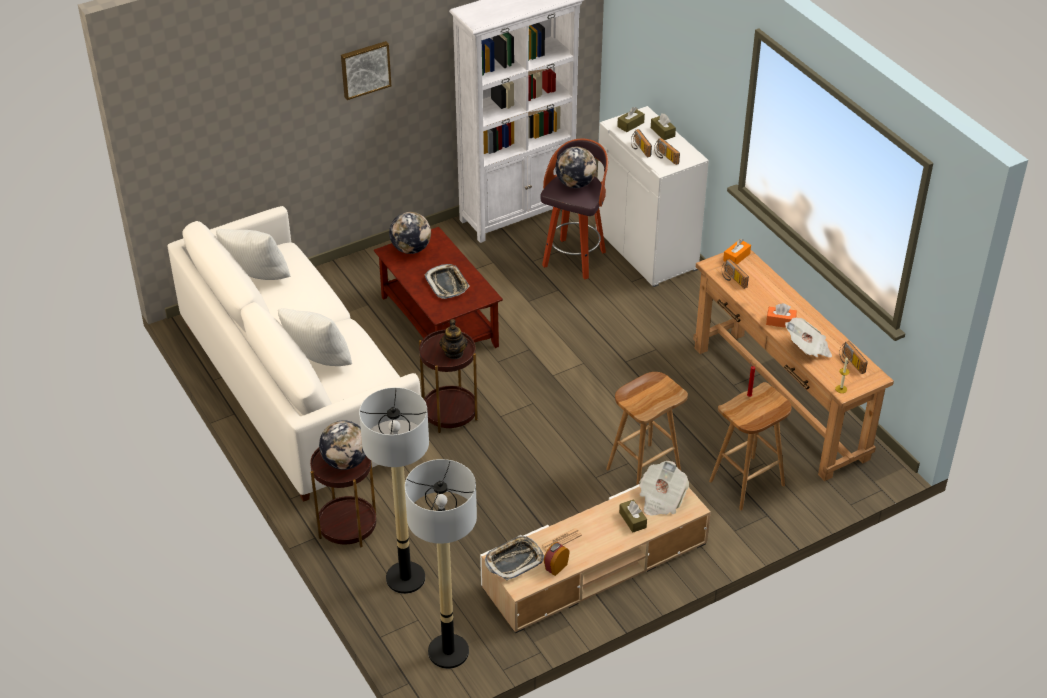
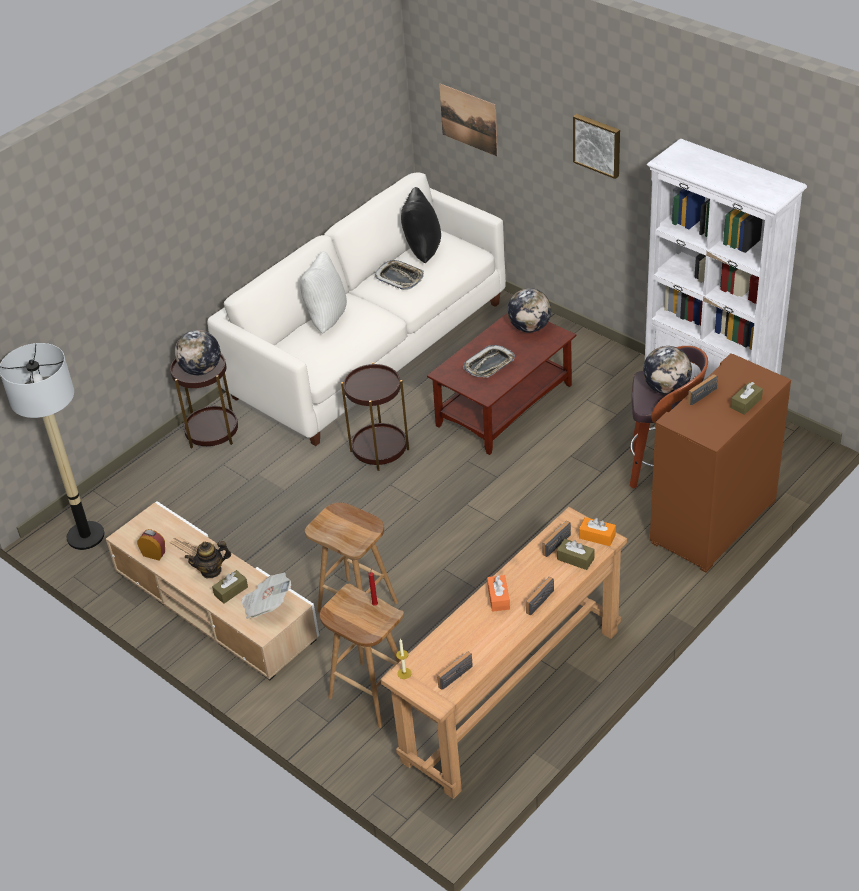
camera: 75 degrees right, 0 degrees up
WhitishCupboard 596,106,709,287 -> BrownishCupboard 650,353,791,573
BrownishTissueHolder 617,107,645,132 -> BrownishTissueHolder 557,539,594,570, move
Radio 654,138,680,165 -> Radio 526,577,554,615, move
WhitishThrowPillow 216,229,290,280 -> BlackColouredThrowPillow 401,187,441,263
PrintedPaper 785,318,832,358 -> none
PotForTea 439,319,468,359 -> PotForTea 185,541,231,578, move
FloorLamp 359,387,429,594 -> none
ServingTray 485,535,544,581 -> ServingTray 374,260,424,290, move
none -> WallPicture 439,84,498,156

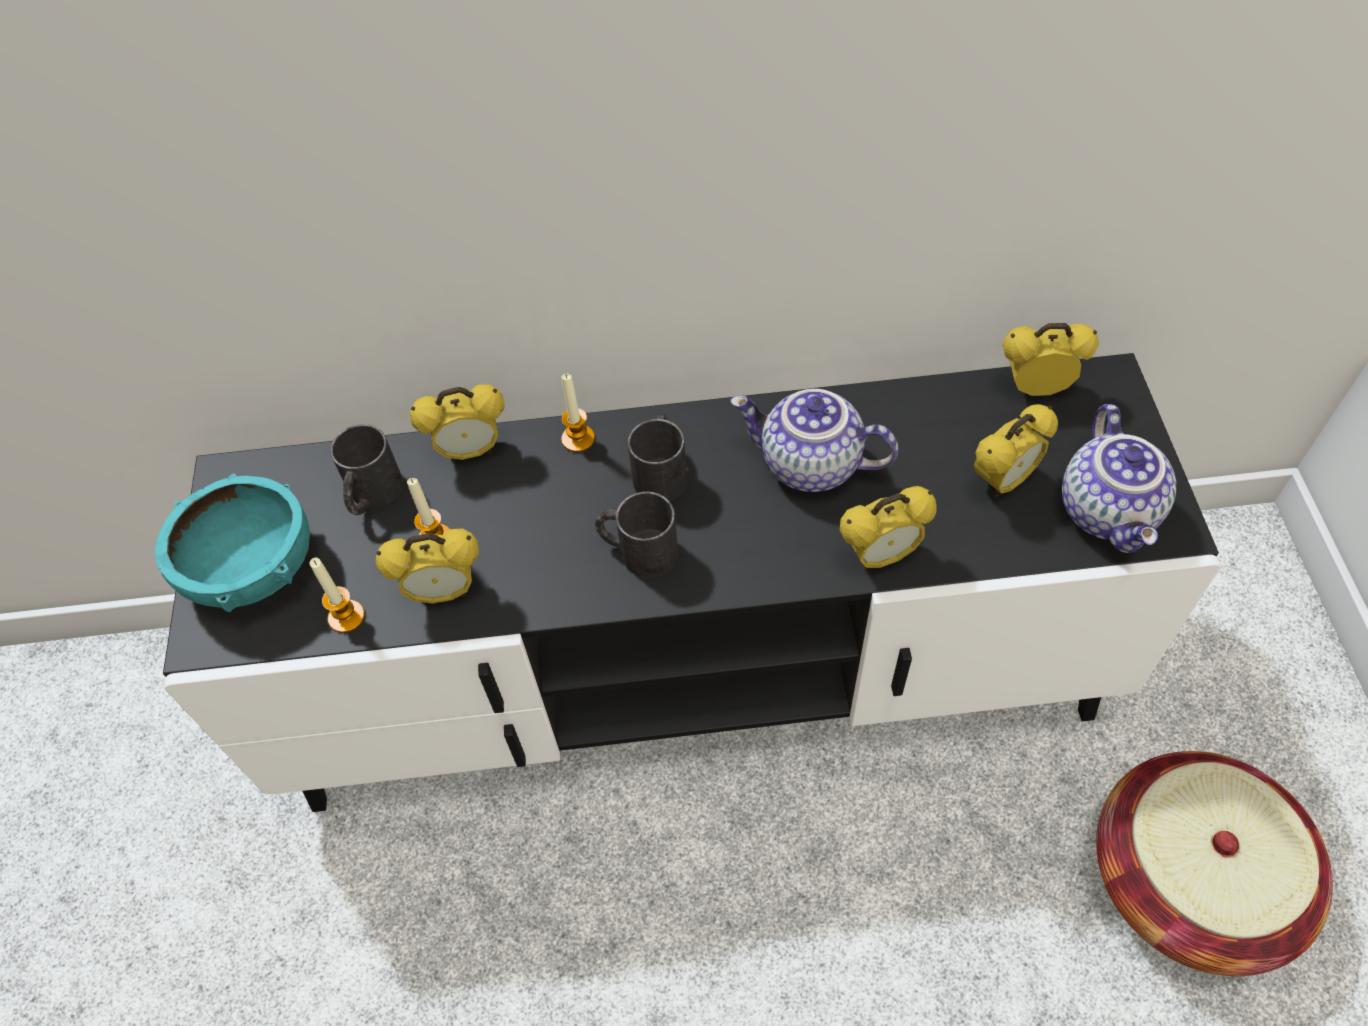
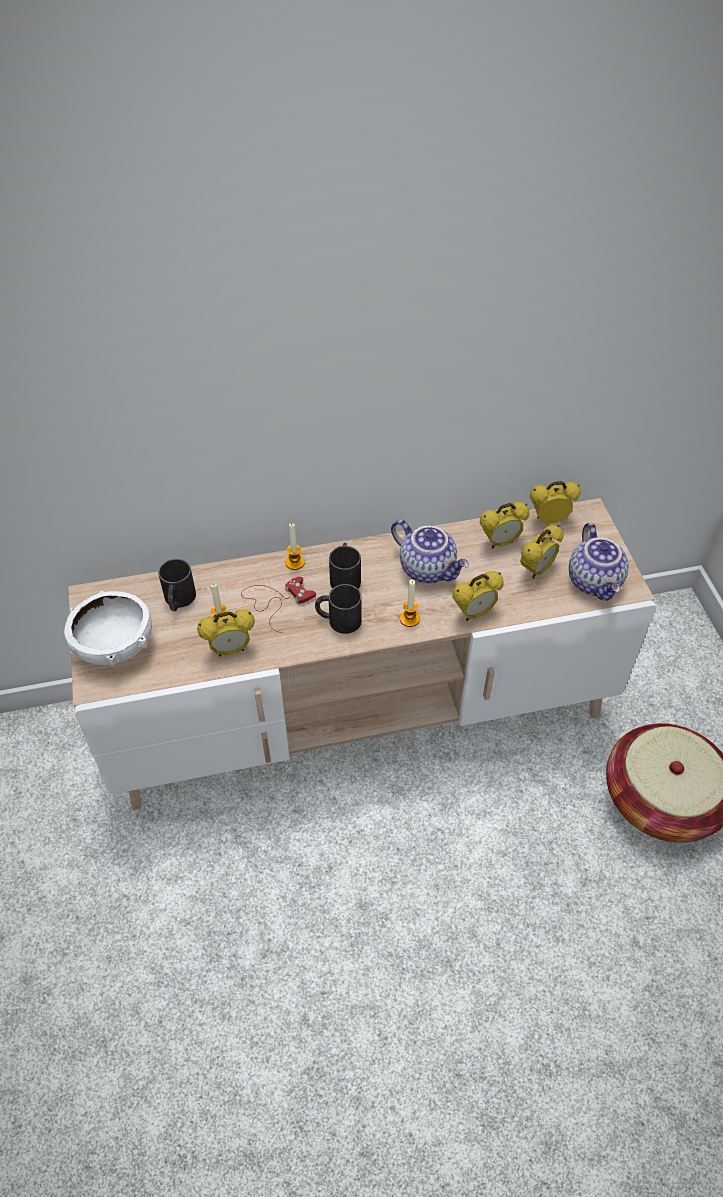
camera: 10 degrees left, 5 degrees down
BlackColouredMediaConsole 163,353,1220,812 -> SandColouredMediaConsole 68,498,656,810
BedsideClock 410,384,505,462 -> BedsideClock 480,502,529,549, move
PotForTea 730,389,899,492 -> PotForTea 391,520,469,583, 150 degrees counterclockwise
BlueGreenBowl 155,473,310,612 -> WhitishBowl 64,591,152,666
WaxLight 310,558,365,633 -> WaxLight 400,580,420,627, move
none -> RedGamepad 241,577,316,633

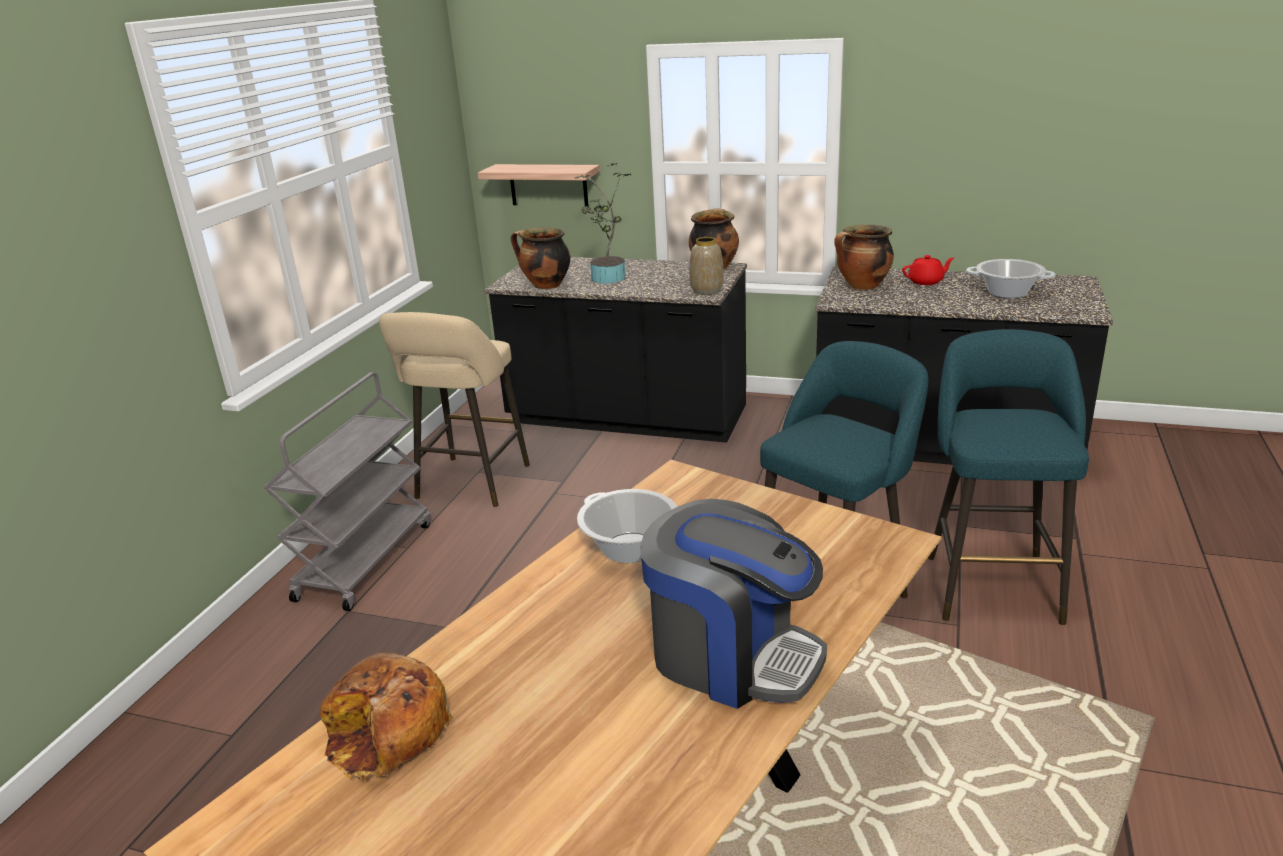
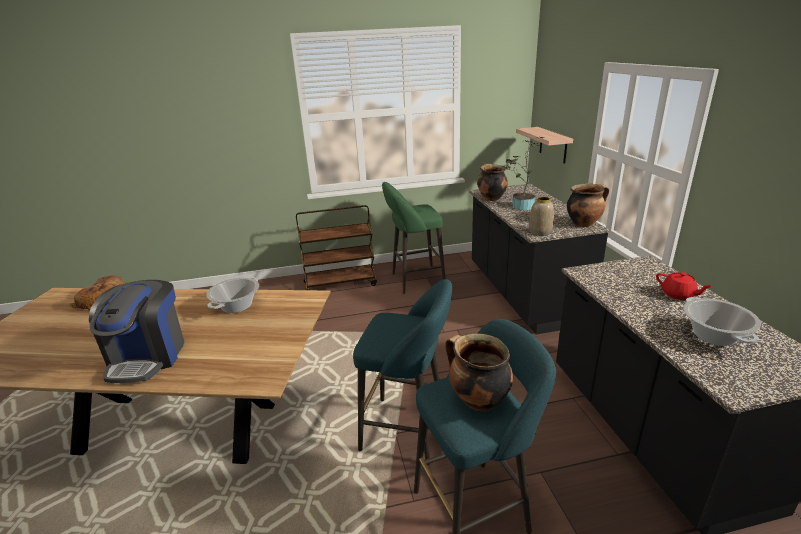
camera: 60 degrees right, 0 degrees up
Stockpot 834,225,894,290 -> Stockpot 445,334,513,411, move
SandColouredStoolSeat 379,312,530,507 -> GreenishStoolSeat 382,182,446,294
GreyTrolley 264,372,431,611 -> BrownishTrolley 296,205,377,290

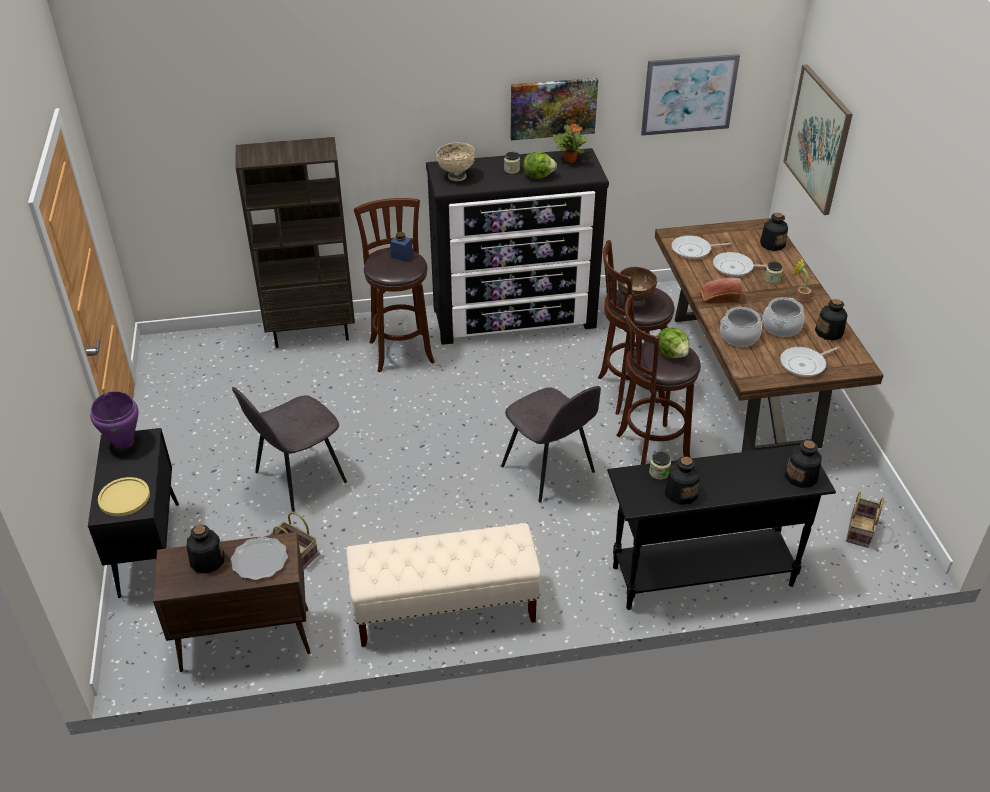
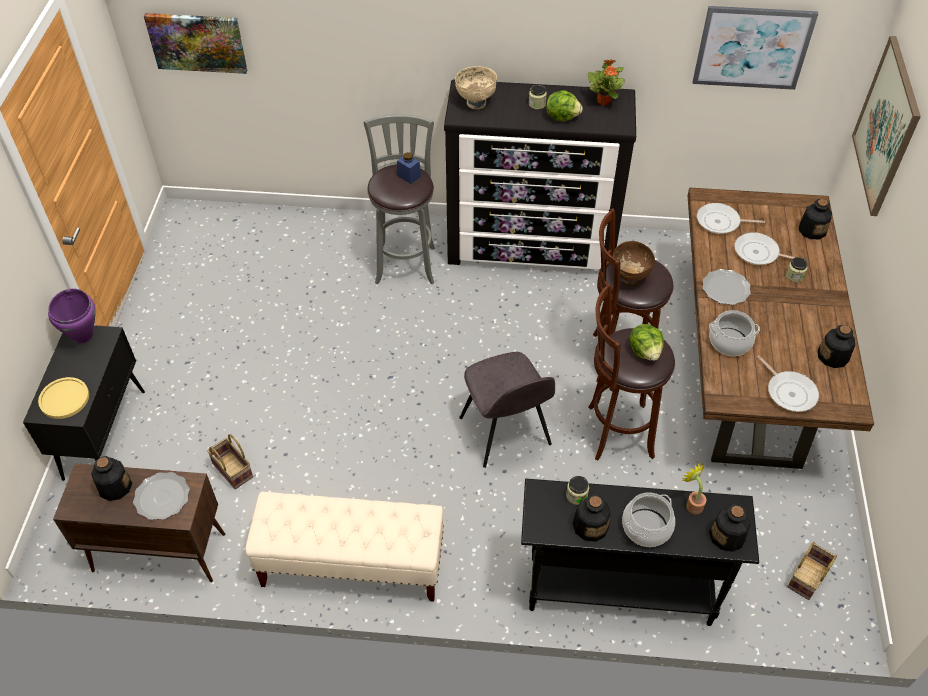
camera: 15 degrees right, 10 degrees up
WallPicture 511,78,598,140 -> WallPicture 144,13,247,74, move
BrownishBookshelf 235,137,355,348 -> none
BrownishStoolSeat 354,198,435,372 -> GreyStoolSeat 364,115,435,284
PlantInAPot 792,259,811,304 -> PlantInAPot 681,463,706,514, move
BakedBread 700,277,742,303 -> FlatDish 703,269,751,305
Stockpot 763,297,804,337 -> Stockpot 622,492,675,547, move
Skillet 780,346,839,377 -> Skillet 757,355,819,412, 105 degrees counterclockwise
GreyUprightChair 232,387,347,512 -> none

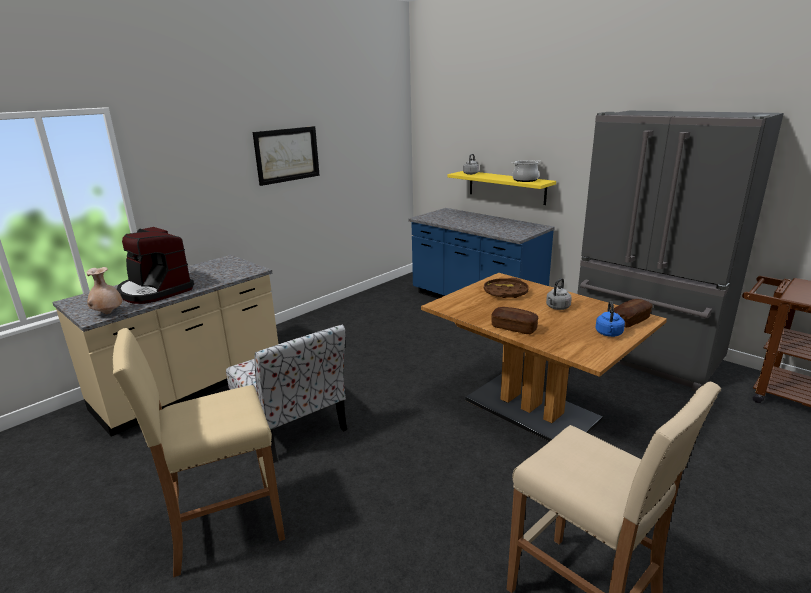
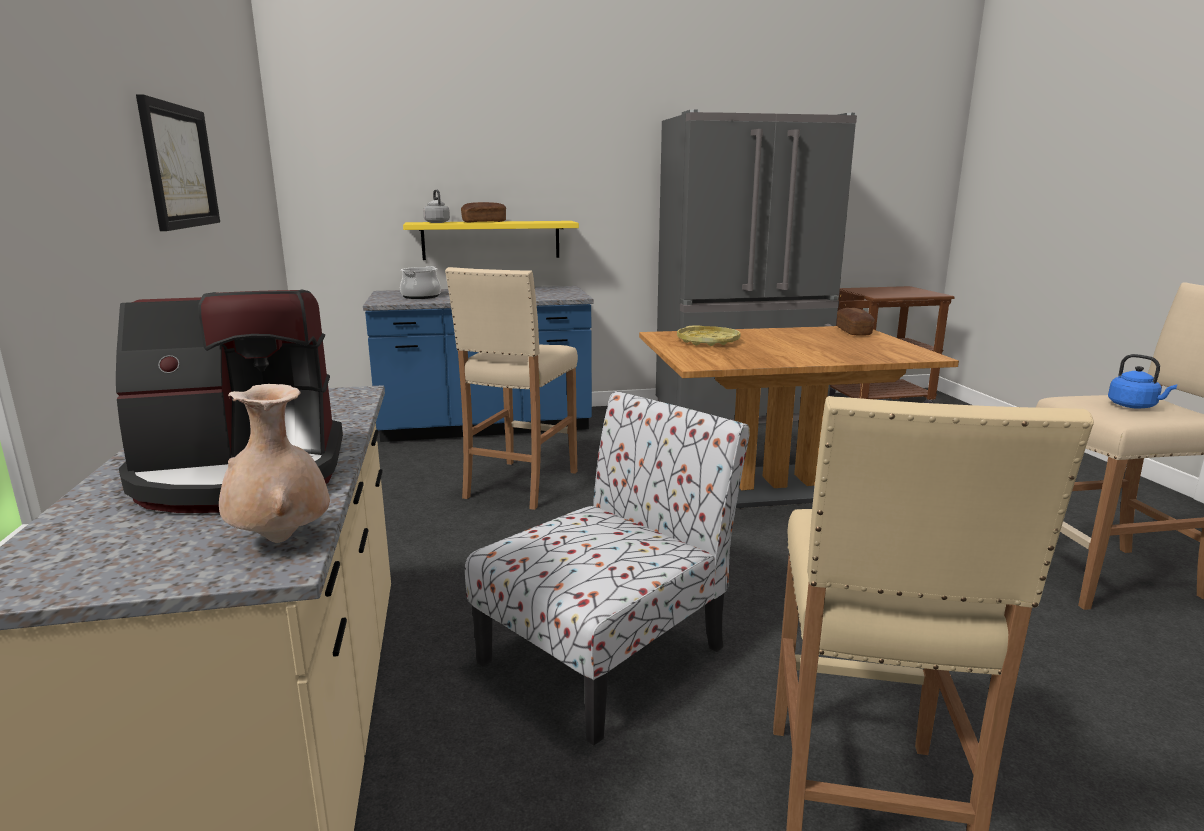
camera: 55 degrees left, 5 degrees down
Stockpot 512,160,541,182 -> Stockpot 400,266,441,299, move
BrownishServingTray 484,278,529,298 -> YellowishServingTray 677,325,741,346
GreyTeaKettle 546,278,572,310 -> none
BlueTeaKettle 595,301,625,337 -> BlueTeaKettle 1108,354,1178,409, move
BakedBread 491,307,538,334 -> BakedBread 461,202,506,223, move
UprightChair 226,324,347,463 -> UprightChair 465,391,750,746, 45 degrees counterclockwise
none -> SandColouredStoolSeat 445,267,578,510

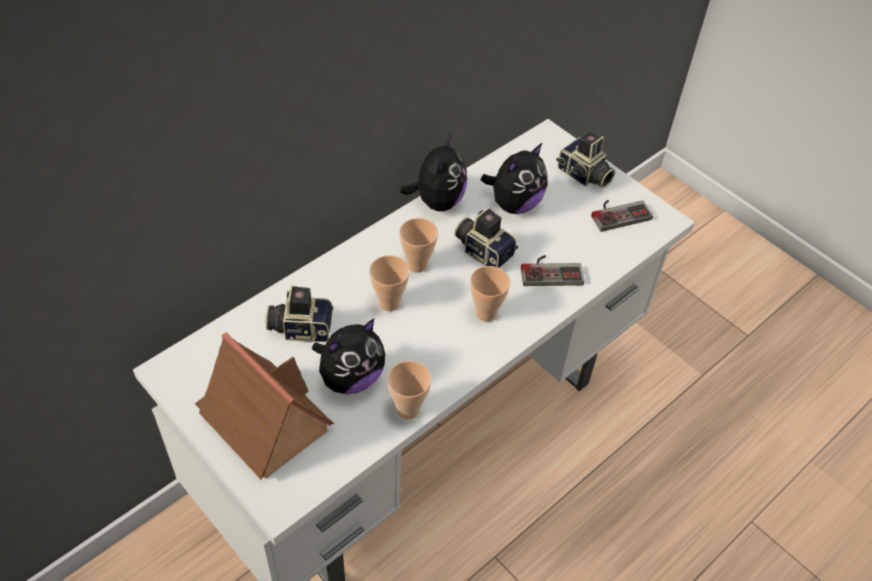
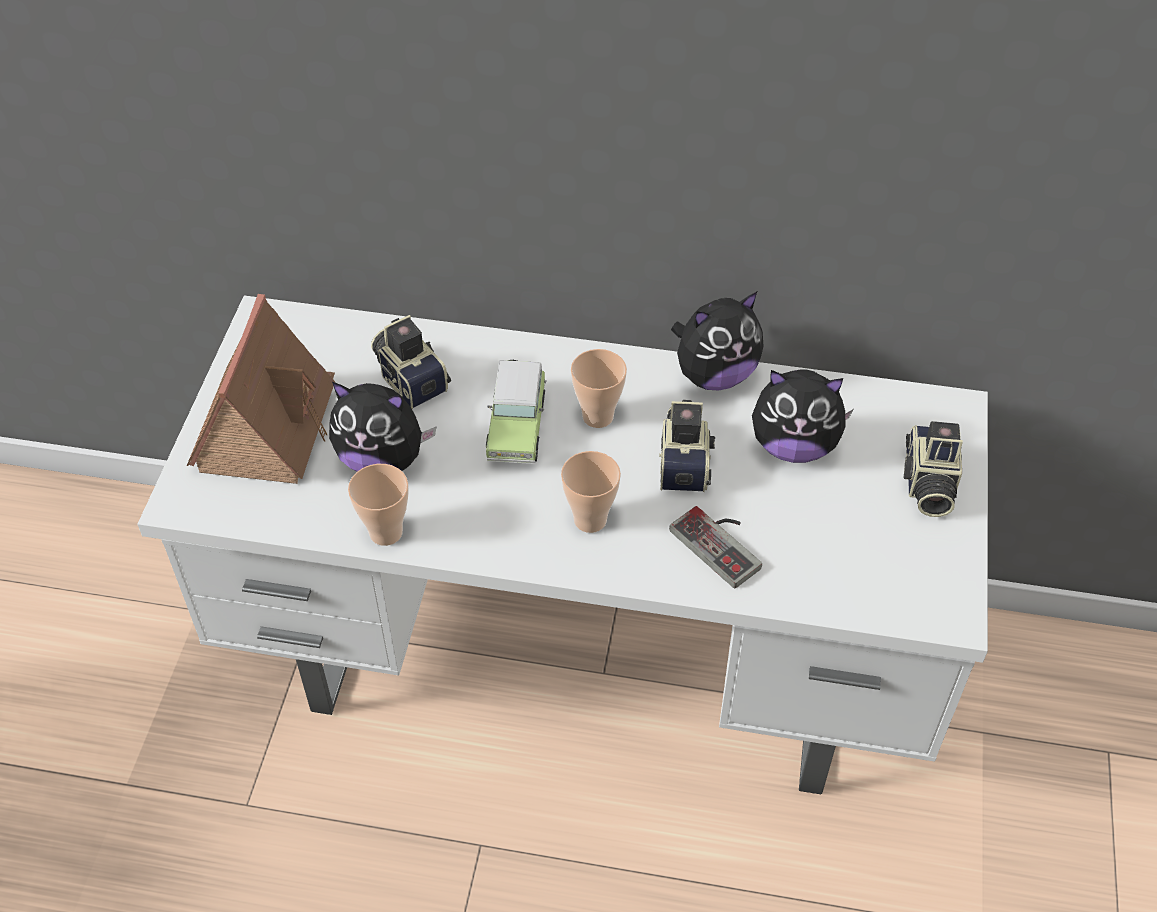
camera: 55 degrees right, 0 degrees up
Gamepad 591,200,653,232 -> none
SmallCup 369,255,410,311 -> ToyCar 486,360,547,464

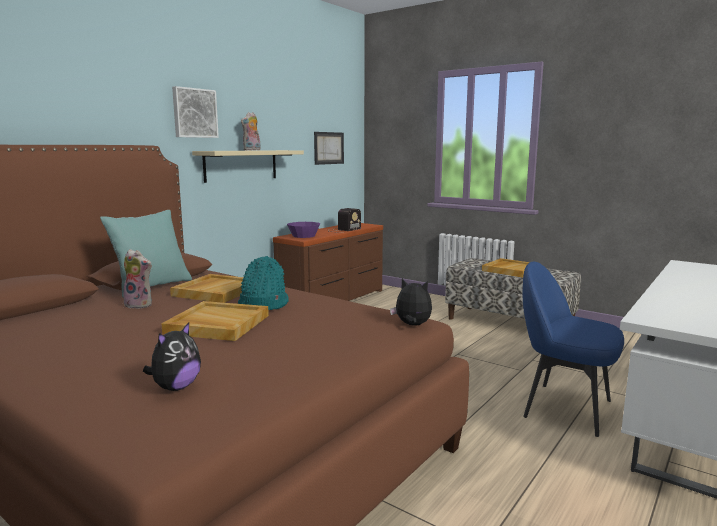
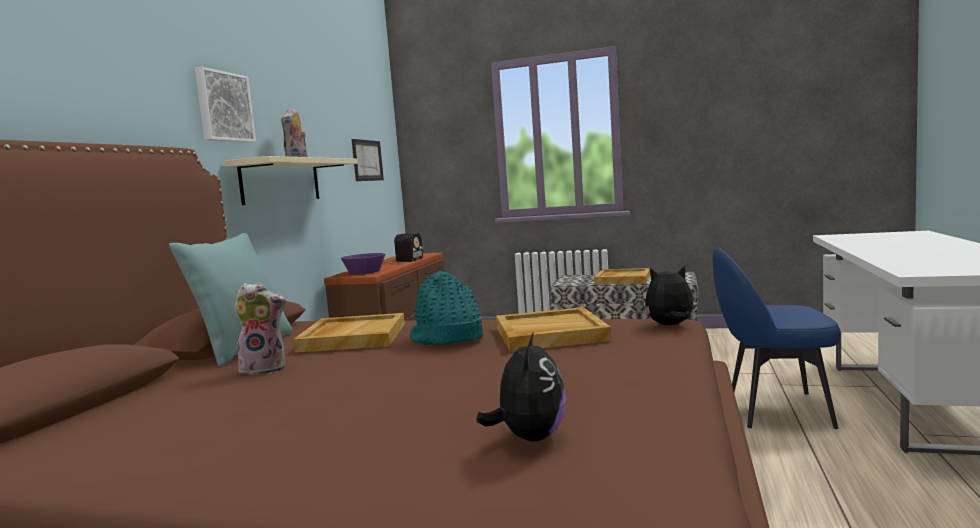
camera: 20 degrees left, 5 degrees down
SandColouredServingTray 161,301,269,341 -> SandColouredServingTray 496,307,612,352, move

